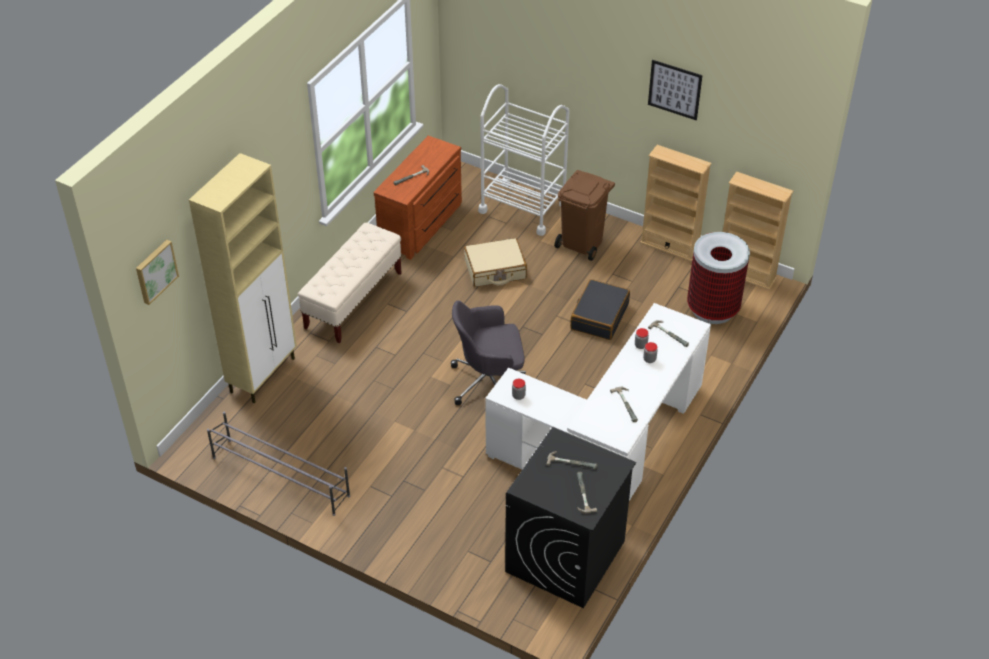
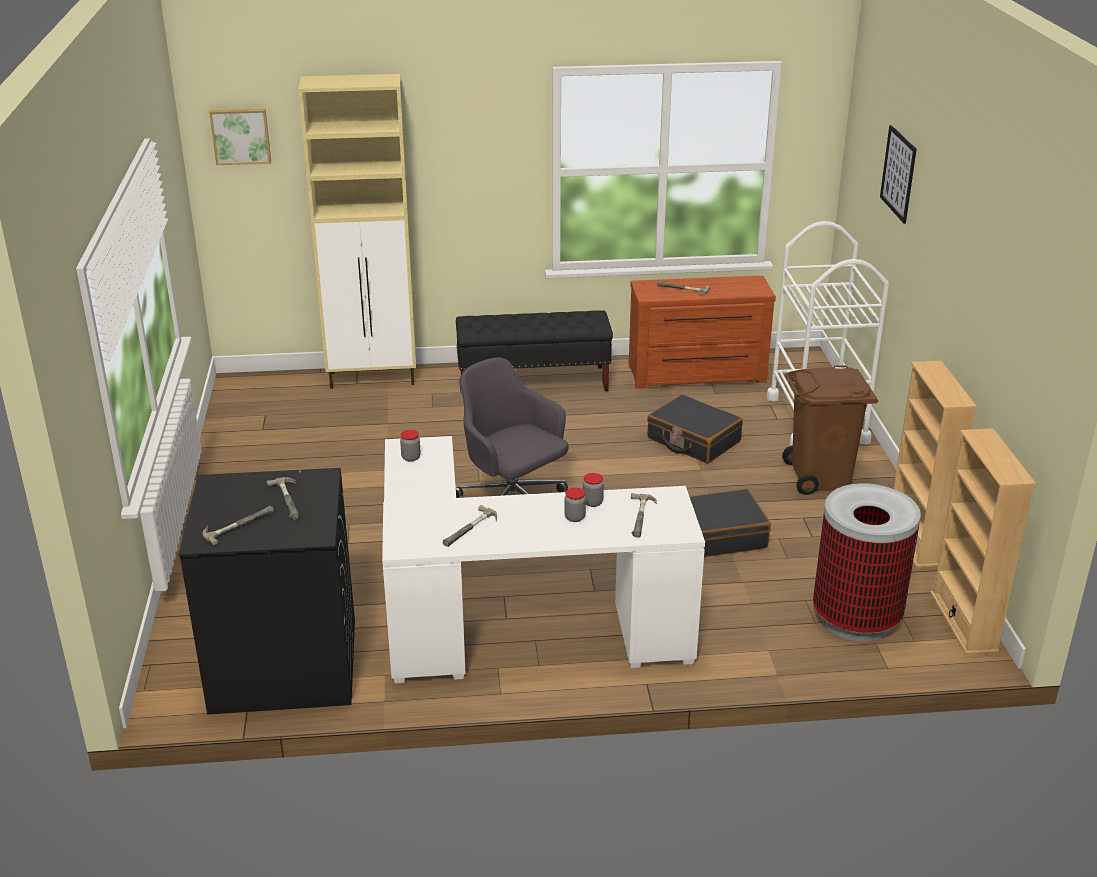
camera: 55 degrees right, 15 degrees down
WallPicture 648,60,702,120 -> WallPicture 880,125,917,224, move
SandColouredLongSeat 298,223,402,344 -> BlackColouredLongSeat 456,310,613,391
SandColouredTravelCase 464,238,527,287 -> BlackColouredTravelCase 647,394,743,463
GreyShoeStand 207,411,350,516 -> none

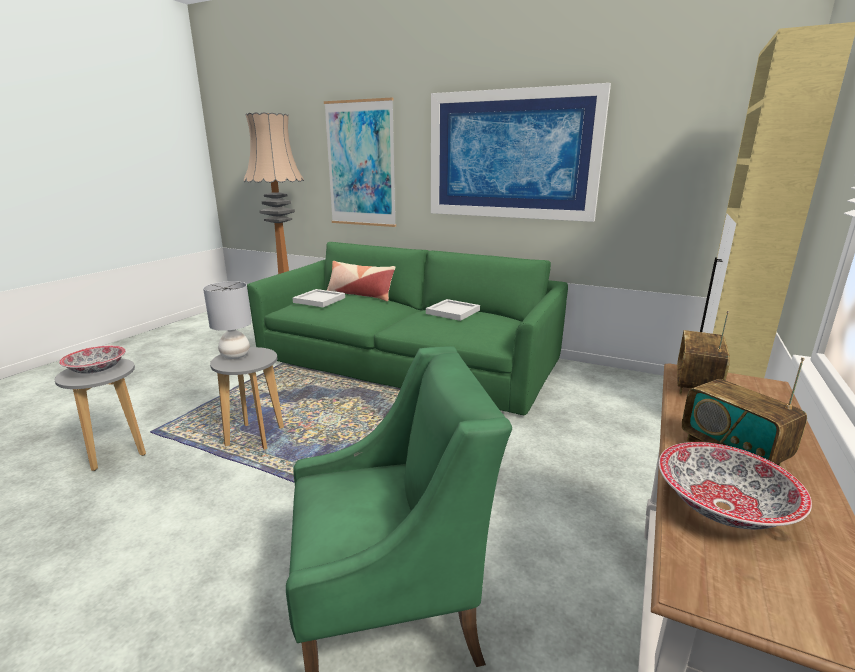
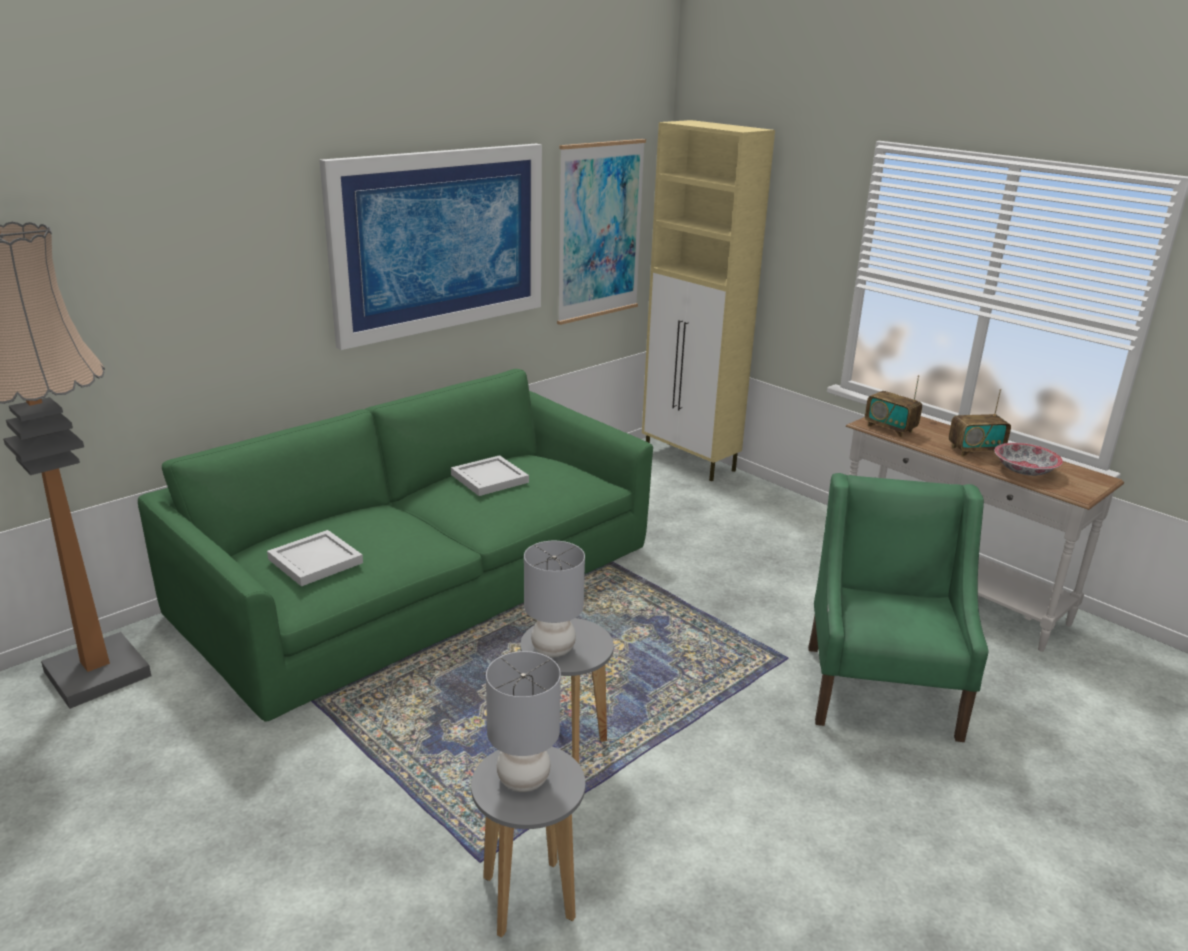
camera: 70 degrees left, 5 degrees up
WallPicture 324,97,396,227 -> WallPicture 557,139,646,325, move
ThrowPillow 327,261,395,301 -> none
Bowl 59,346,126,374 -> GreyLampForATable 486,651,561,792

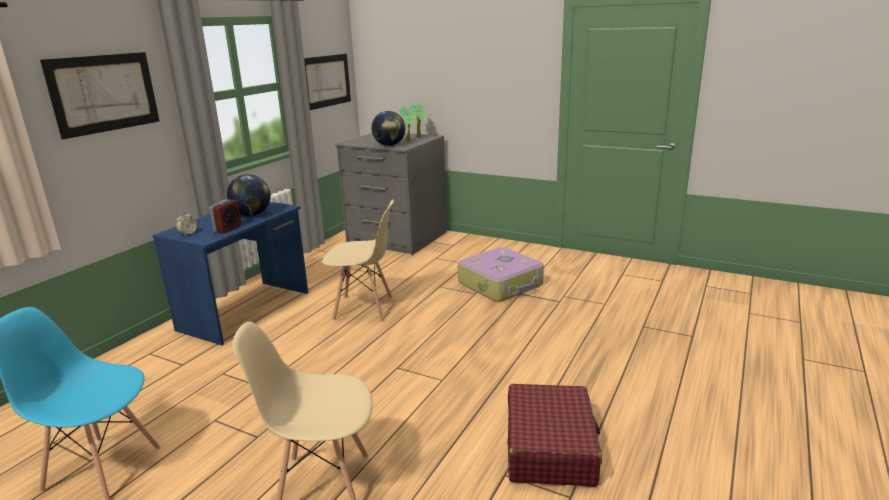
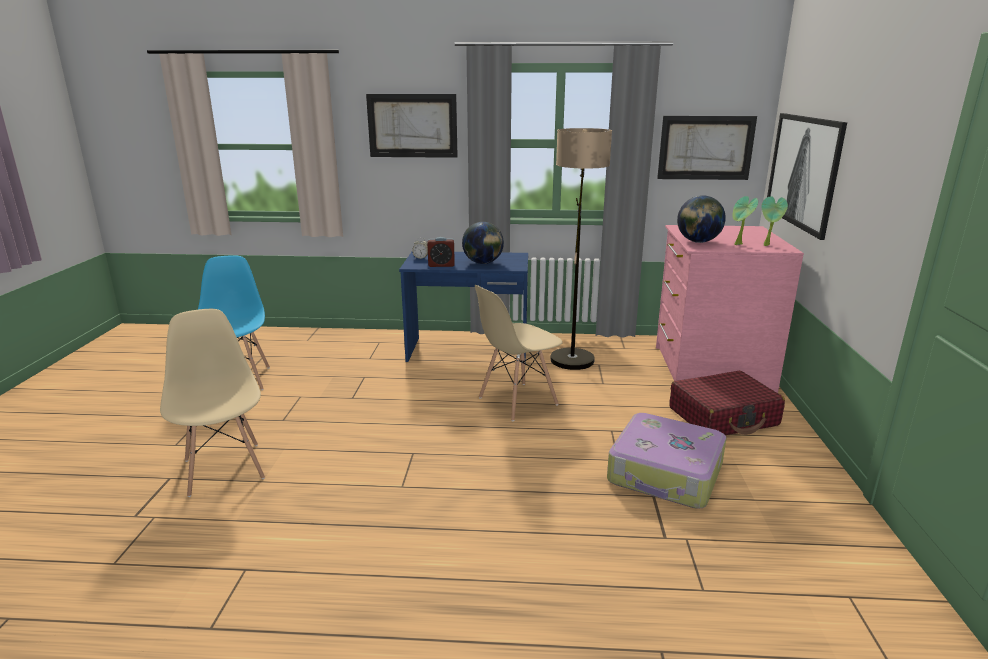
camera: 65 degrees right, 0 degrees up
GreyChestOfDrawers 335,133,447,255 -> PinkishChestOfDrawers 656,225,804,393
SandColouredUprightChair 322,200,394,321 -> SandColouredUprightChair 475,285,563,421, 75 degrees clockwise
RedTravelCase 507,384,602,487 -> RedTravelCase 670,371,785,435, move
none -> WallPicture 767,113,847,240
none -> FloorLamp 551,128,612,370

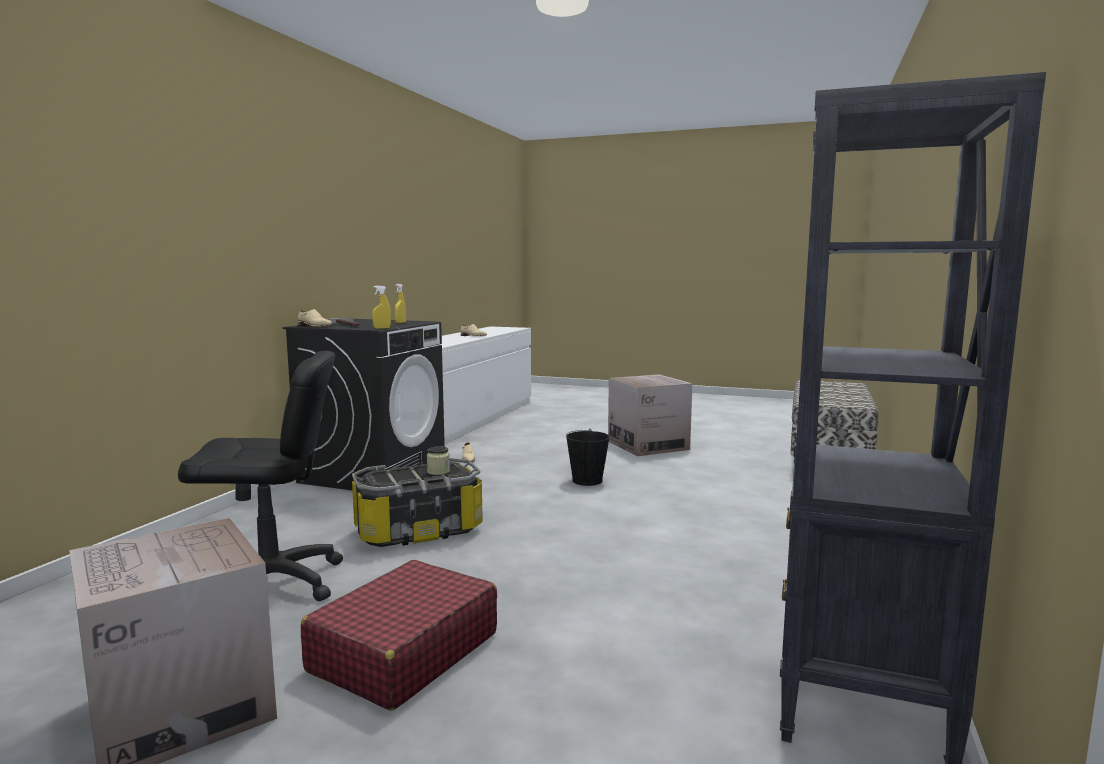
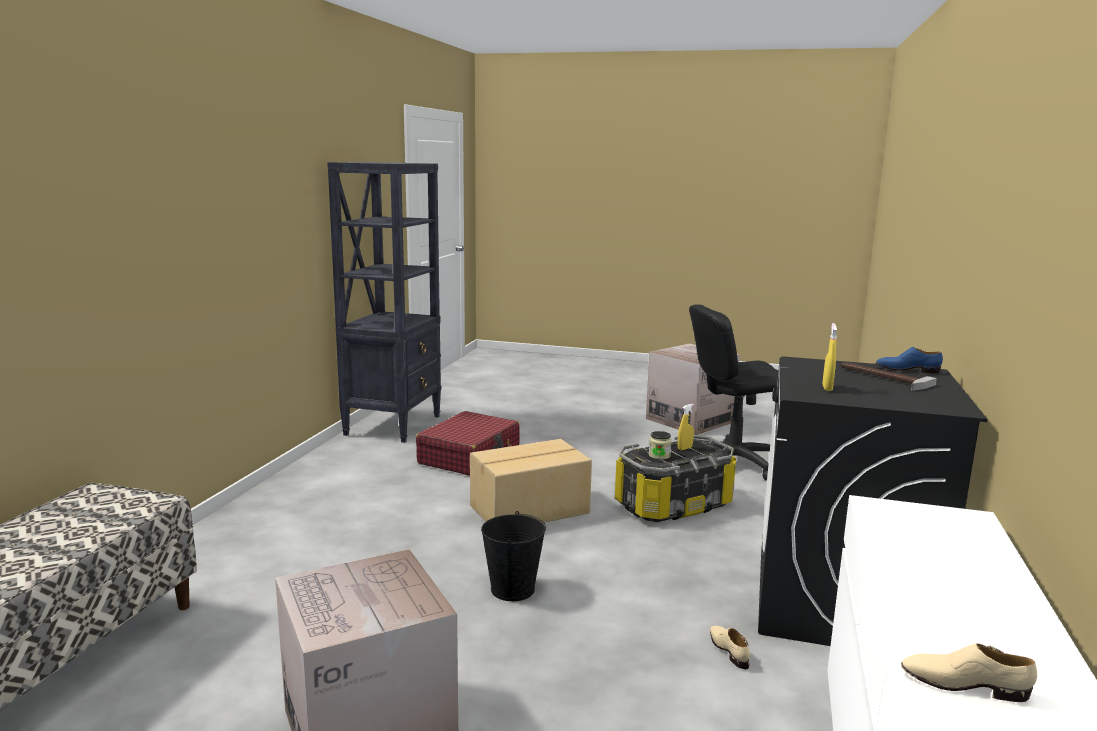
camera: 175 degrees right, 5 degrees up
YellowishSprayBottle 372,286,391,329 -> YellowishSprayBottle 678,404,694,450, move
SandColouredItemOfFootwear 298,309,332,326 -> BlueItemOfFootwear 876,347,943,374
RedTravelCase 301,560,497,711 -> RedTravelCase 416,411,520,476, move
none -> PackingBox 470,439,592,523

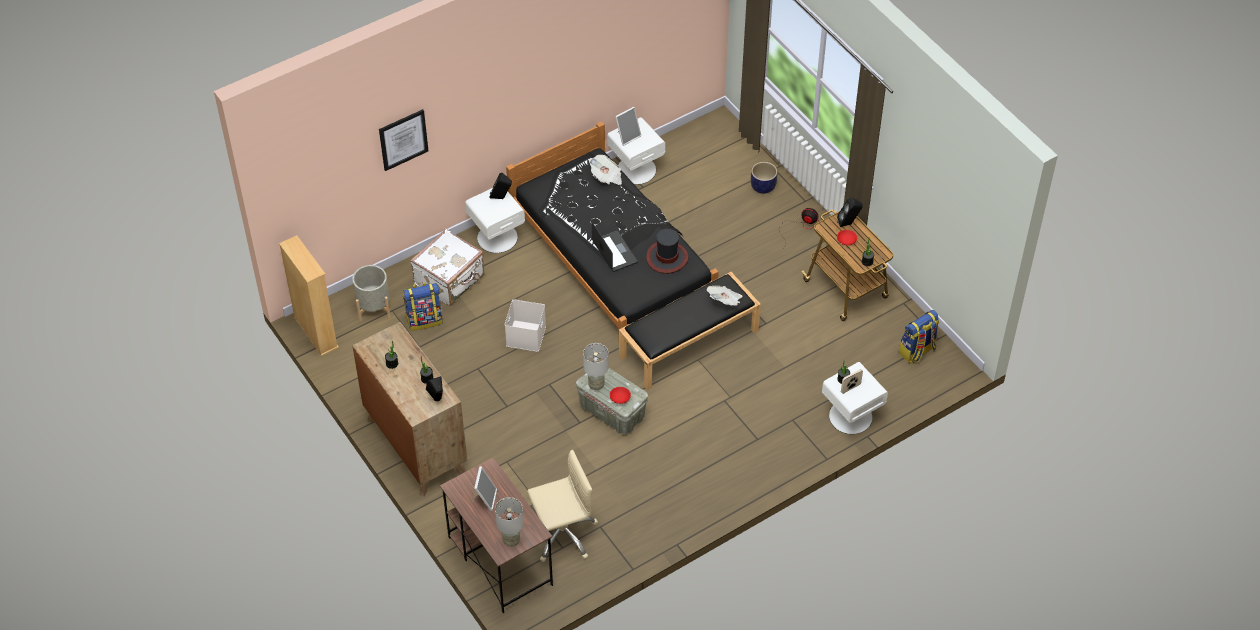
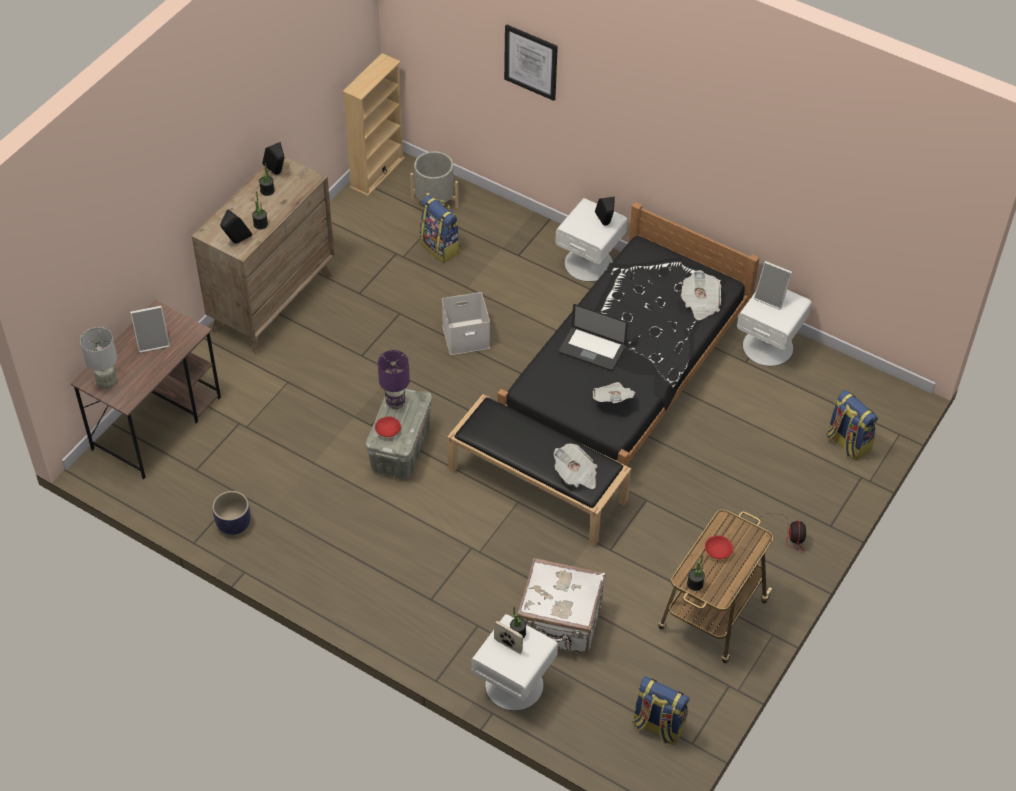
camera: 65 degrees right, 0 degrees up
FlowerPot 751,162,778,194 -> FlowerPot 212,491,251,535, move
BlackColouredAudioSpeaker 837,198,863,227 -> BlackColouredAudioSpeaker 262,142,284,175, move
NotebookComputer 592,222,637,272 -> NotebookComputer 559,304,628,371, 75 degrees clockwise
WhitishTravelCase 410,229,485,306 -> WhitishTravelCase 517,558,605,655, move
Hat 646,229,688,274 -> PrintedPaper 593,382,635,403
GreyLampForATable 583,343,609,390 -> PurpleLampForATable 378,350,410,409
SandColouredOfficeChair 527,450,598,562 -> none
none -> Knapsack 826,390,878,461

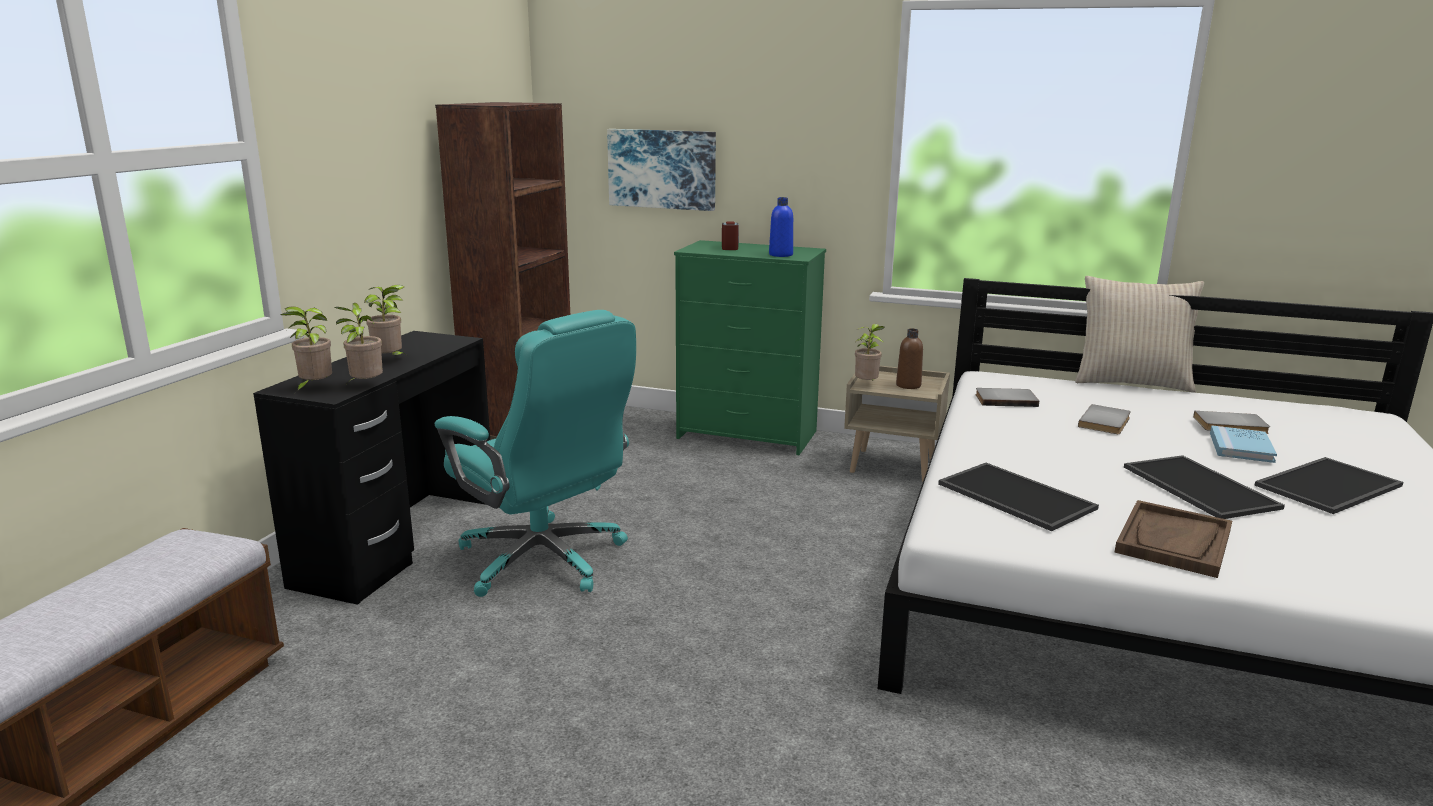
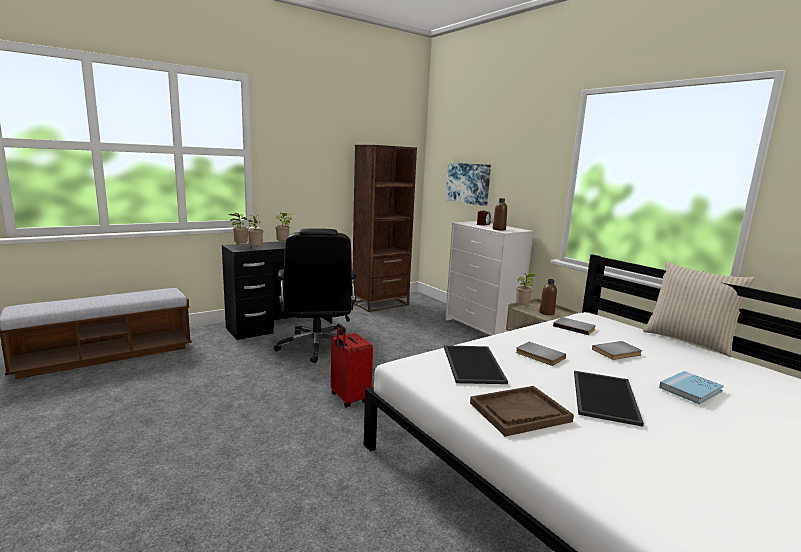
camera: 35 degrees right, 5 degrees down
BlueBeverageBottle 769,197,793,257 -> BrownishBeverageBottle 493,198,507,231
GreenishChestOfDrawers 674,240,826,455 -> WhitishChestOfDrawers 445,221,534,336
BlueGreenOfficeChair 435,310,636,597 -> BlackColouredOfficeChair 274,228,356,363
GreyVolume 1193,411,1270,434 -> GreyVolume 516,342,566,366, move
ServingTray 1254,457,1404,514 -> none
none -> RedTravelCase 331,323,373,407

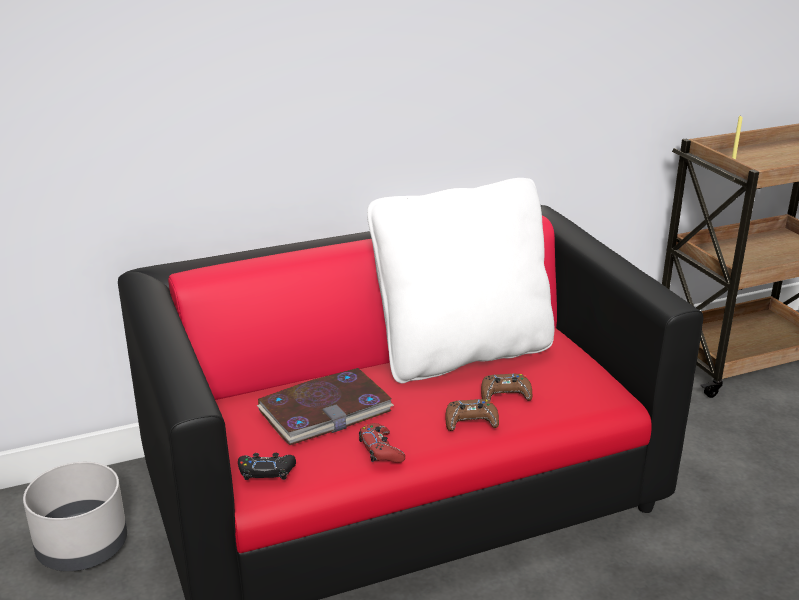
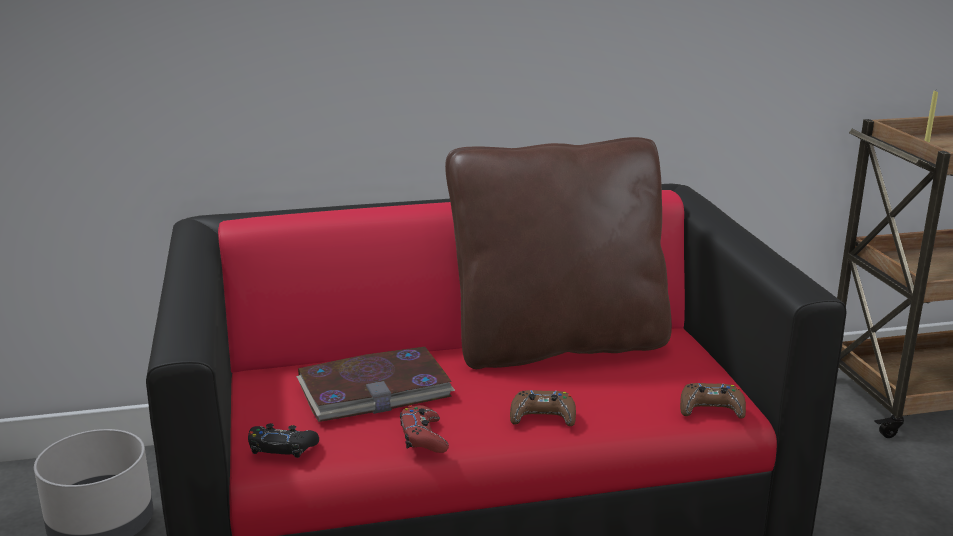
camera: 10 degrees right, 5 degrees down
WhitishThrowPillow 367,178,554,383 -> BrownishThrowPillow 445,137,672,369
BrownishGamepad 481,373,532,401 -> BrownishGamepad 680,383,746,419, move

